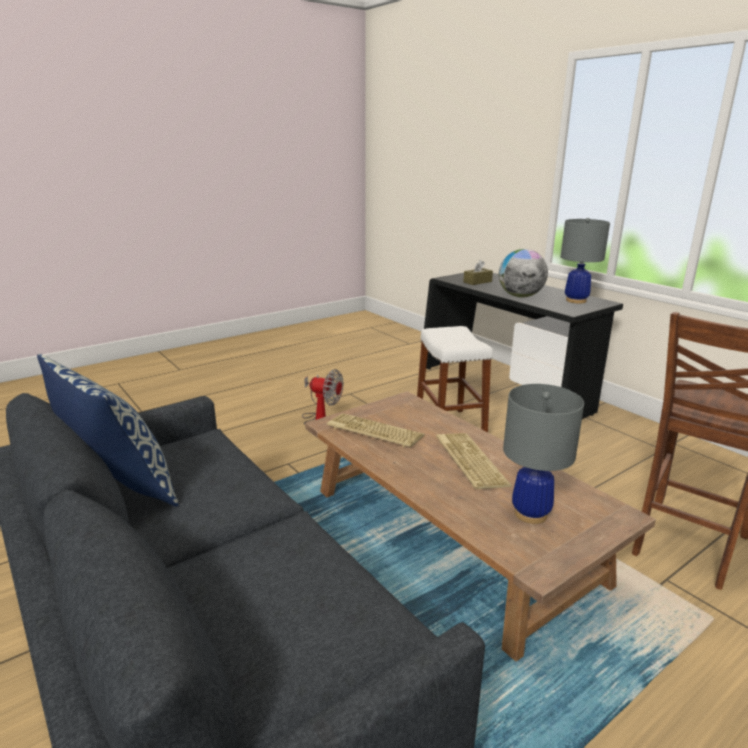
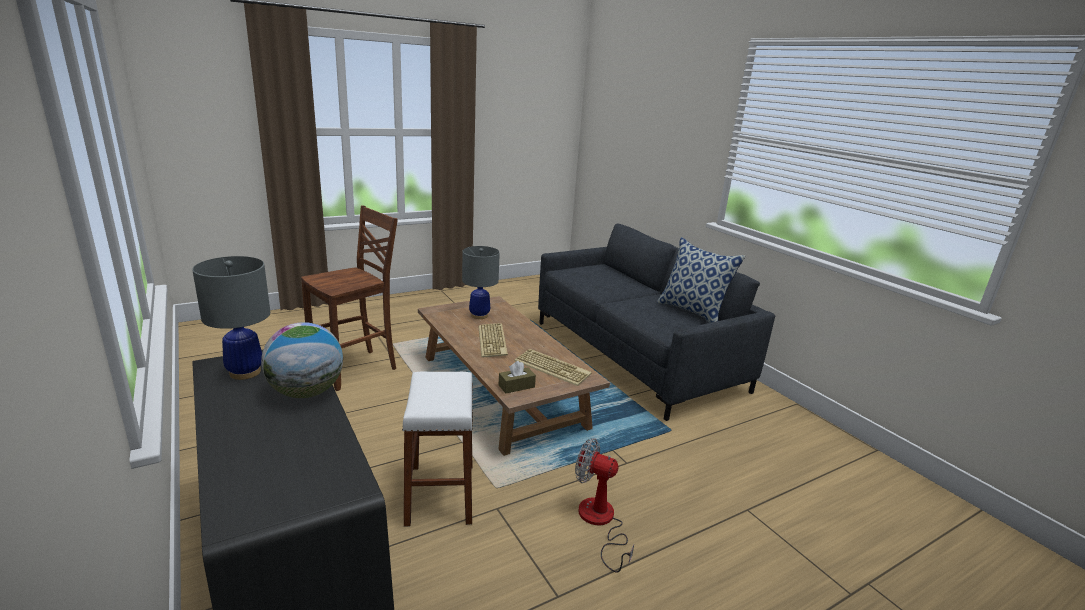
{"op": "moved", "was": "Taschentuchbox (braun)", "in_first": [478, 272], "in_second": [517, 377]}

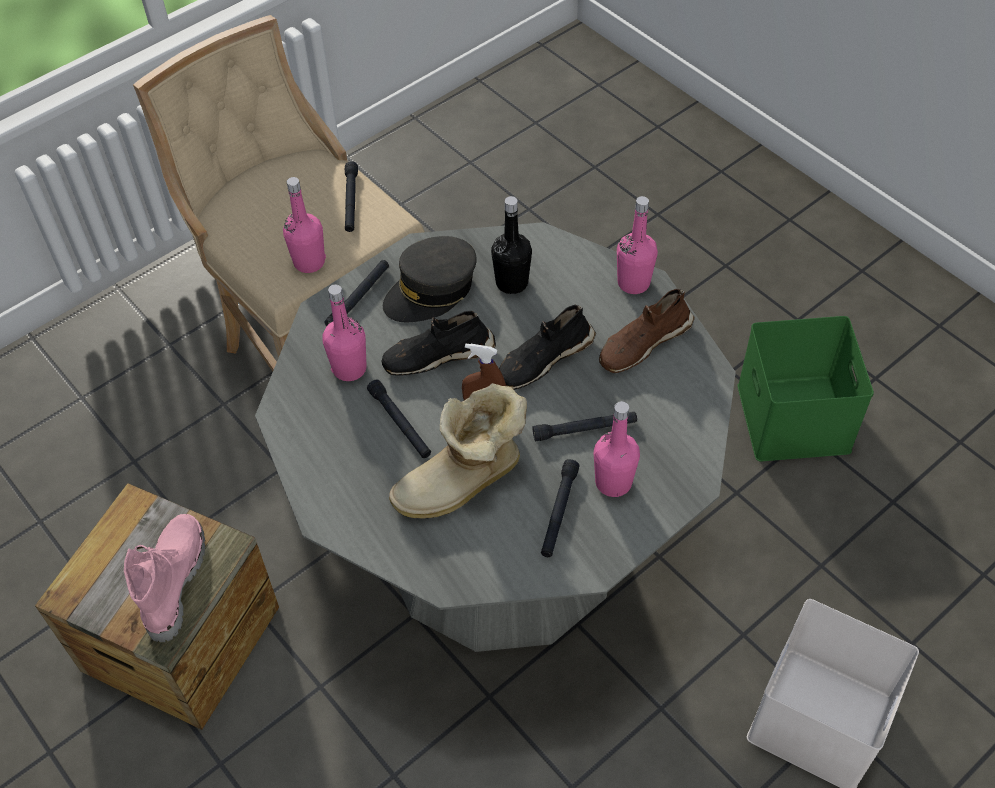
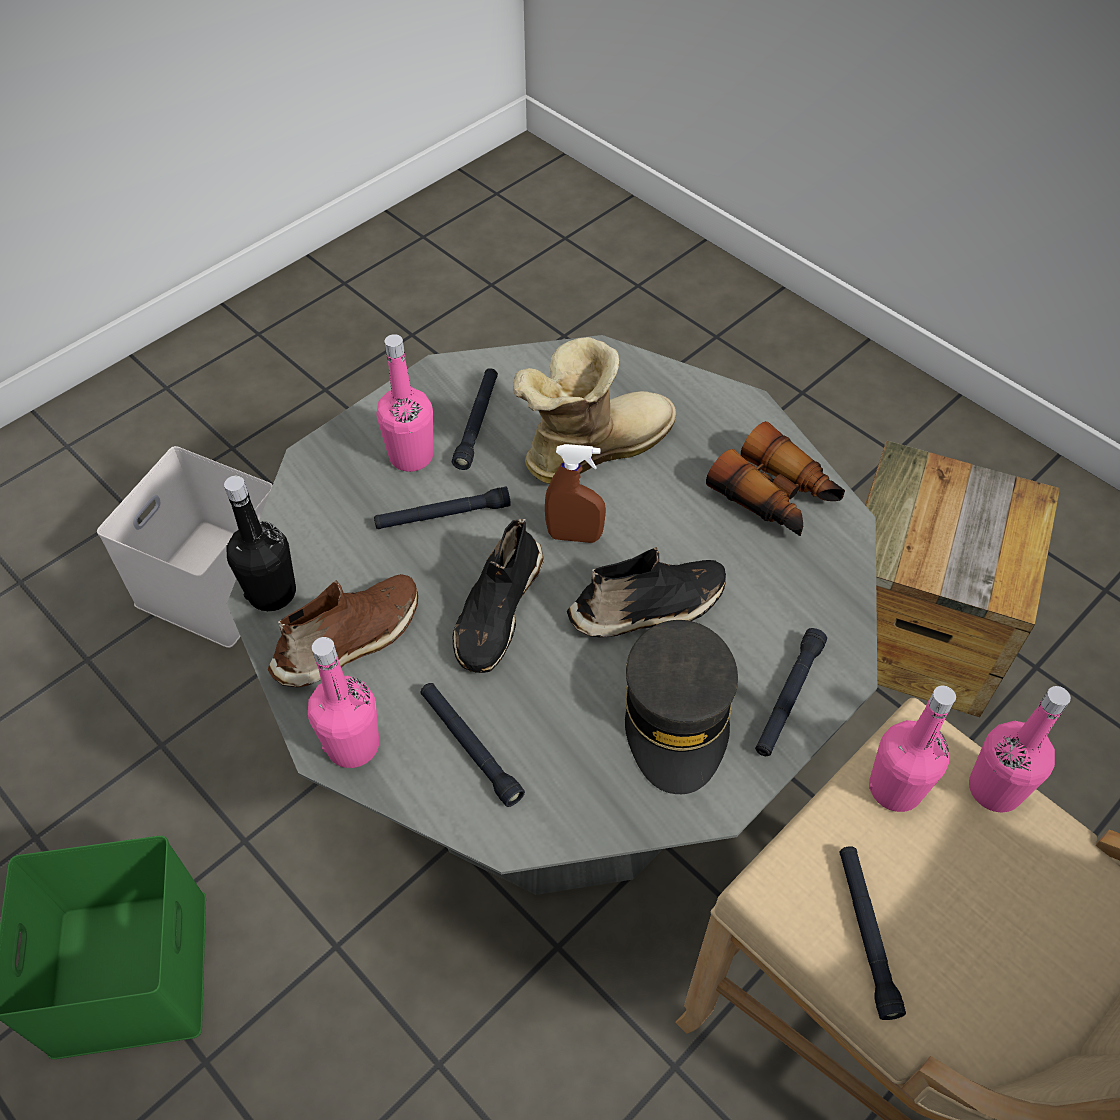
{"op": "removed", "was": "Stiefel (rosa)", "in_first": [164, 578]}
{"op": "added", "now": "Fernglas", "in_second": [775, 478]}
{"op": "moved", "was": "Flasche (rosa)", "in_first": [344, 332], "in_second": [1020, 749]}
{"op": "moved", "was": "Taschenlampe (schwarz)", "in_first": [399, 418], "in_second": [473, 745]}
{"op": "moved", "was": "Flasche (schwarz)", "in_first": [511, 245], "in_second": [260, 543]}
{"op": "turned", "was": "Kappe (grau)", "in_first": [430, 279], "in_second": [681, 707], "clockwise": 135}
{"op": "turned", "was": "Schuh (schwarz)", "in_first": [547, 347], "in_second": [498, 596], "clockwise": 150}

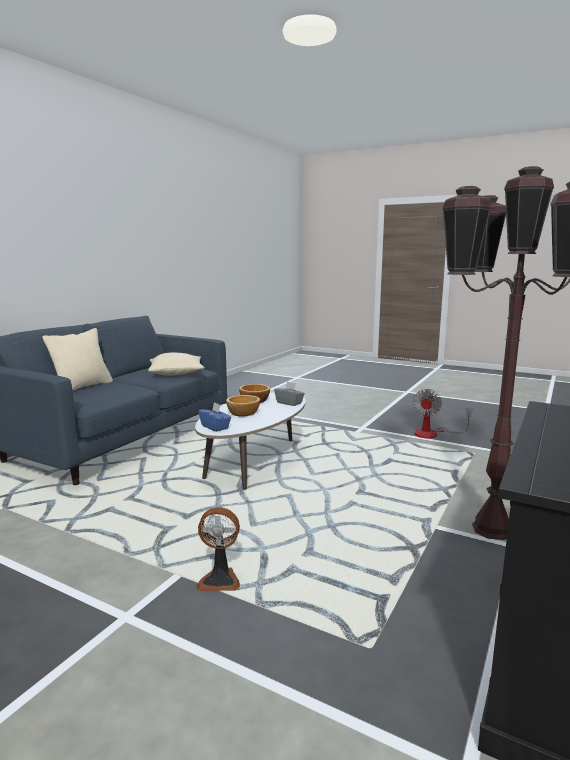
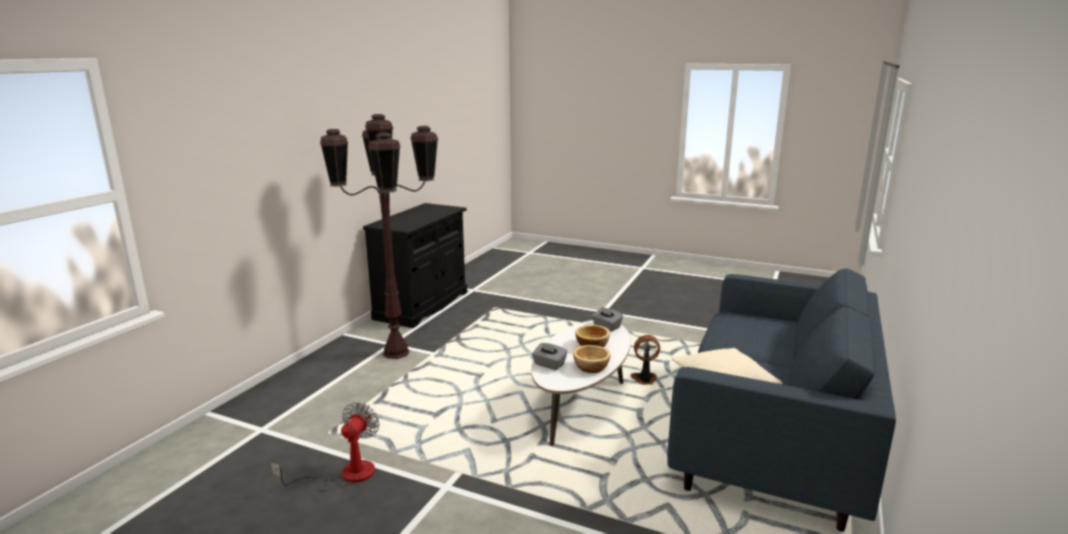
{"op": "removed", "was": "Kissen (beige)", "in_first": [78, 359]}
{"op": "moved", "was": "Ventilator", "in_first": [218, 549], "in_second": [645, 360]}
{"op": "recoloured", "was": "Taschentuchbox (blau)", "now": "Taschentuchbox (grau)", "in_first": [214, 417], "in_second": [607, 319]}

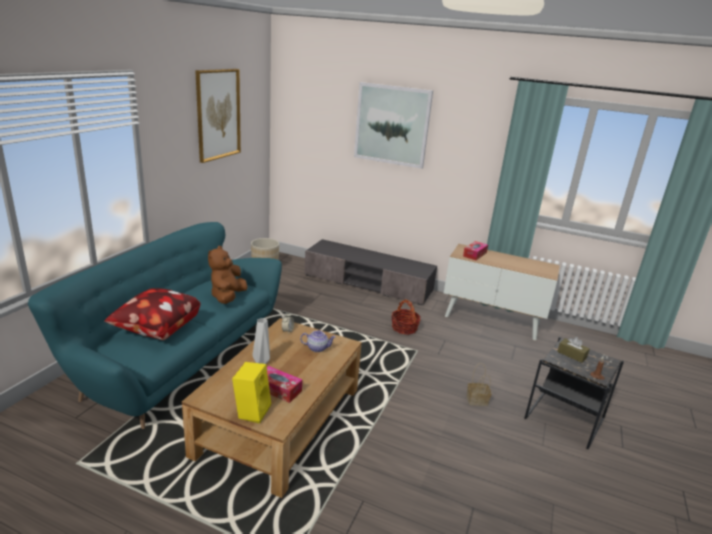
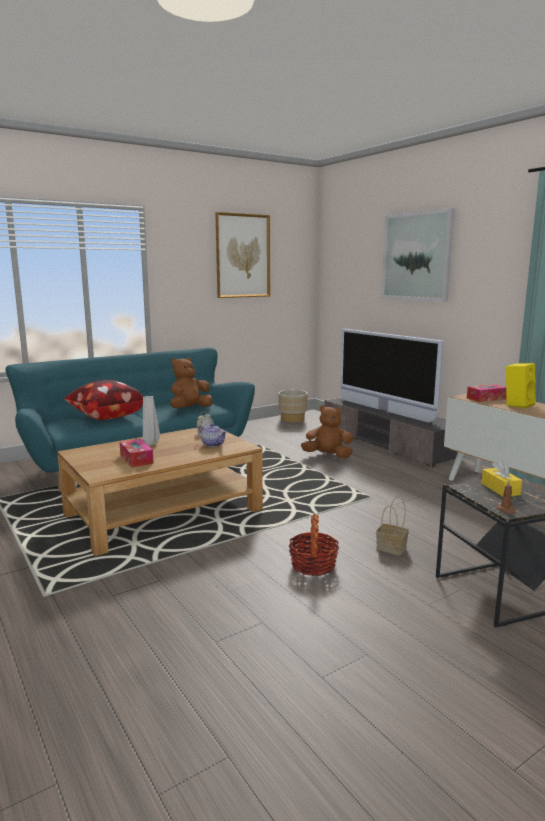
{"op": "added", "now": "Plüschtier (braun)", "in_second": [327, 431]}
{"op": "added", "now": "Fernseher", "in_second": [391, 376]}
{"op": "moved", "was": "Lautsprecher (gelb)", "in_first": [251, 393], "in_second": [521, 386]}
{"op": "moved", "was": "Korb", "in_first": [406, 317], "in_second": [314, 545]}
{"op": "recoloured", "was": "Taschentuchbox (braun)", "now": "Taschentuchbox (gelb)", "in_first": [573, 350], "in_second": [501, 478]}

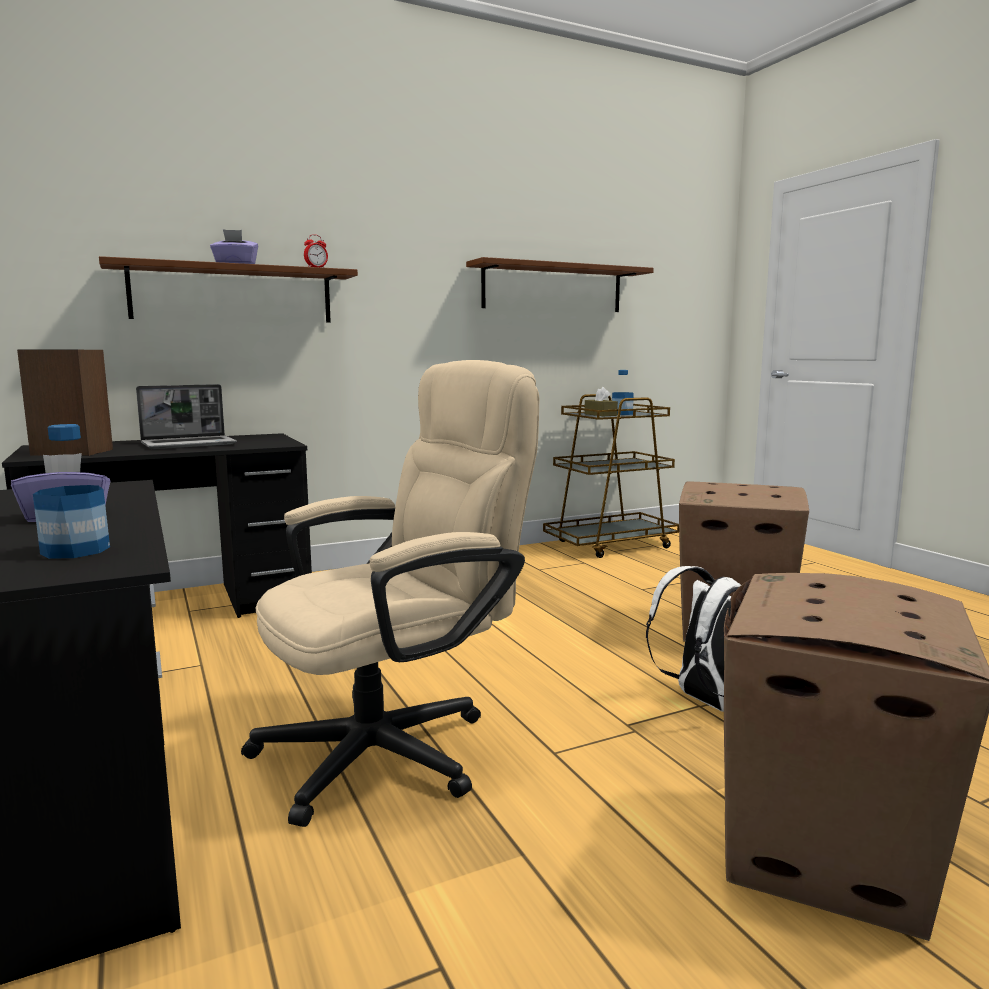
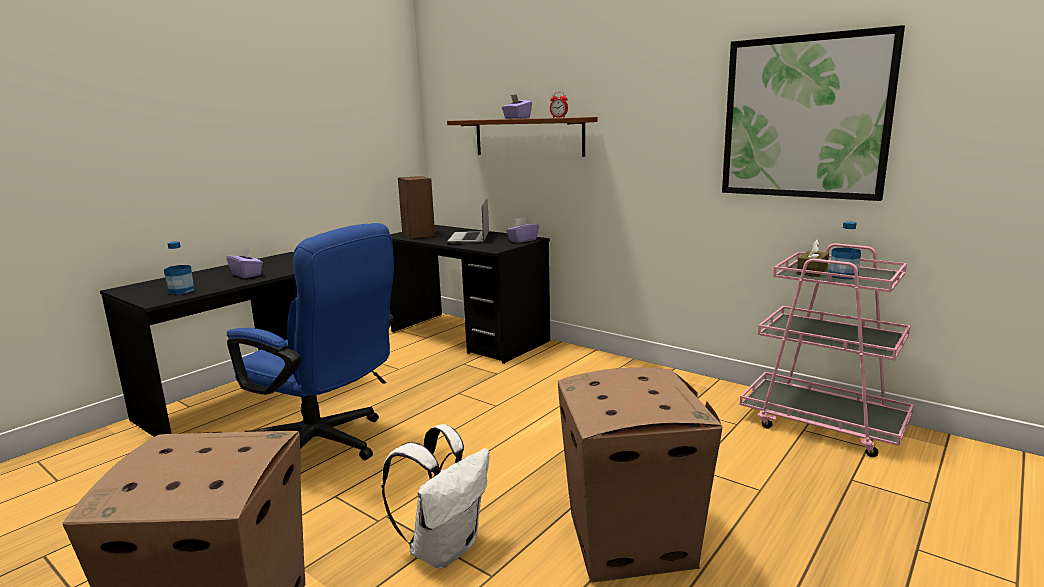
{"op": "added", "now": "Taschentuchbox (lila)", "in_second": [522, 230]}
{"op": "replaced", "was": "Wandregal (braun)", "now": "Bild", "in_first": [560, 284], "in_second": [813, 113]}
{"op": "recoloured", "was": "Bürostuhl (beige)", "now": "Bürostuhl (blau)", "in_first": [390, 593], "in_second": [310, 341]}
{"op": "recoloured", "was": "Rollwagen (braun)", "now": "Rollwagen (rosa)", "in_first": [611, 476], "in_second": [827, 350]}
{"op": "turned", "was": "Laptop", "in_first": [186, 416], "in_second": [468, 221], "clockwise": 60}

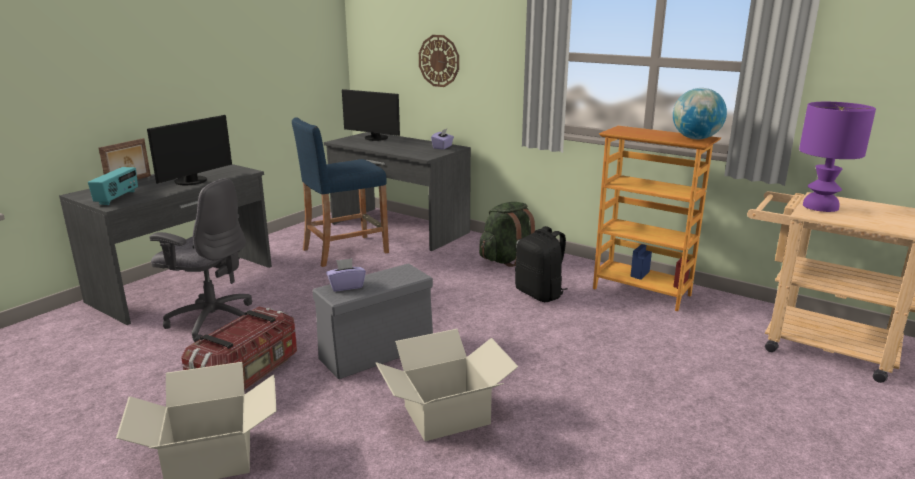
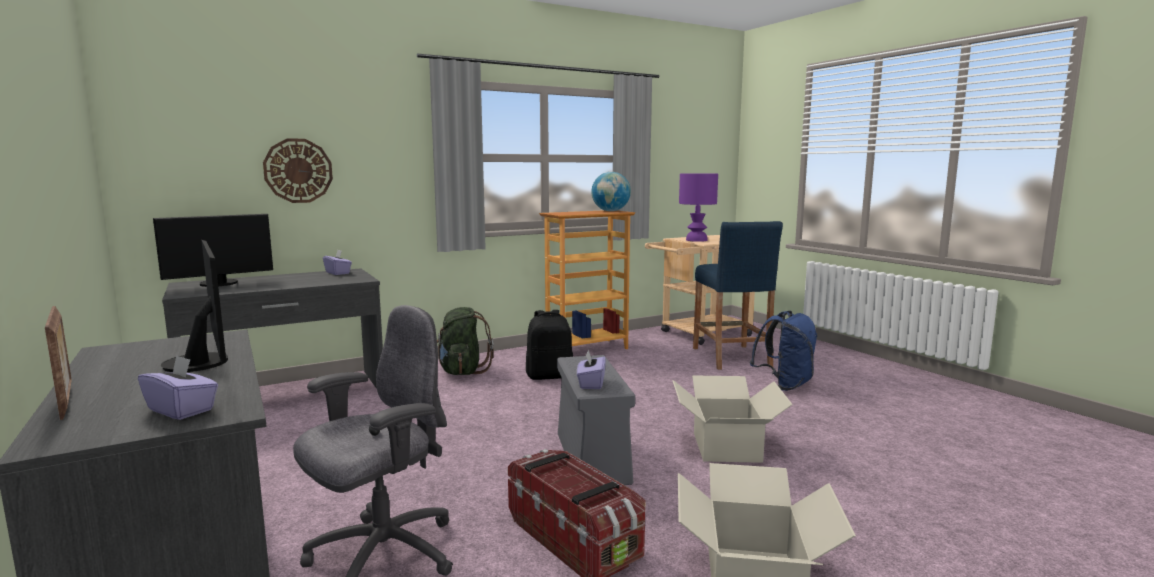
{"op": "added", "now": "Rucksack (blau)", "in_second": [783, 350]}
{"op": "moved", "was": "Hocker (blau)", "in_first": [340, 192], "in_second": [738, 295]}
{"op": "replaced", "was": "Radio", "now": "Taschentuchbox (lila)", "in_first": [113, 186], "in_second": [178, 387]}

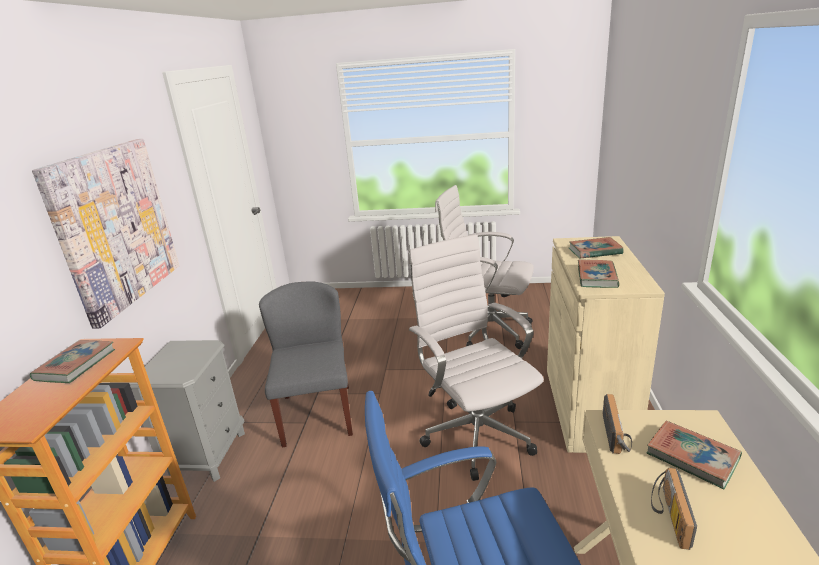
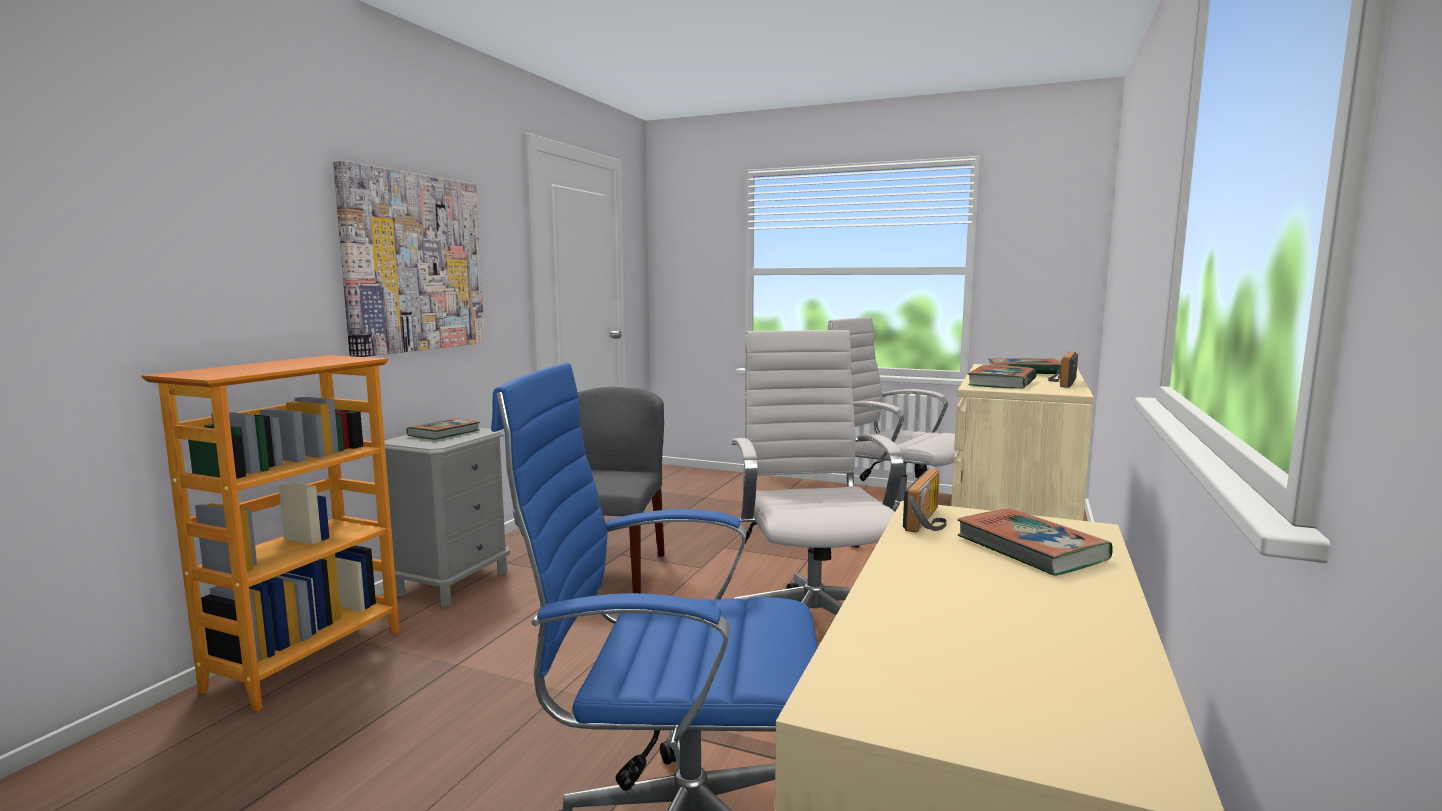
{"op": "moved", "was": "Buch", "in_first": [72, 361], "in_second": [443, 429]}
{"op": "moved", "was": "Radio", "in_first": [674, 509], "in_second": [1063, 370]}

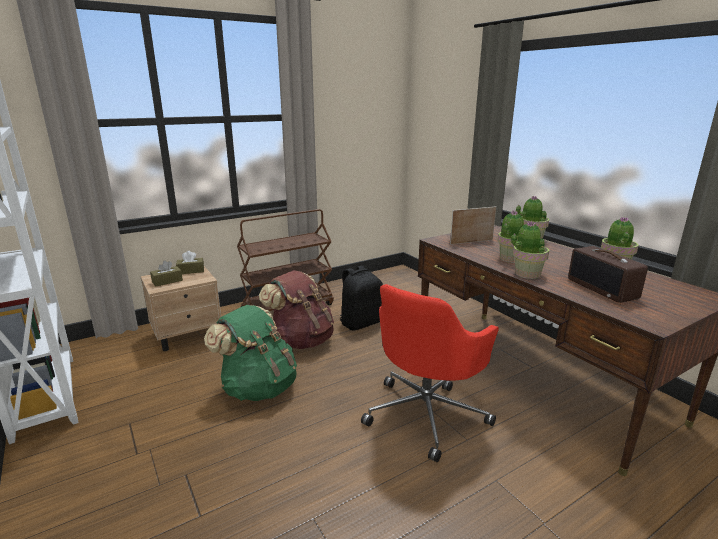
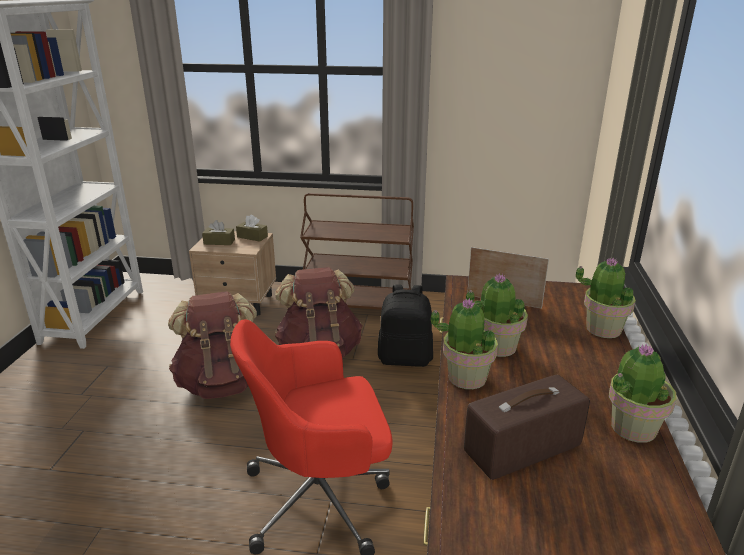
{"op": "recoloured", "was": "Rucksack (grün)", "now": "Rucksack (braun)", "in_first": [250, 353], "in_second": [212, 345]}
{"op": "turned", "was": "Radio", "in_first": [608, 274], "in_second": [527, 427], "clockwise": 45}

